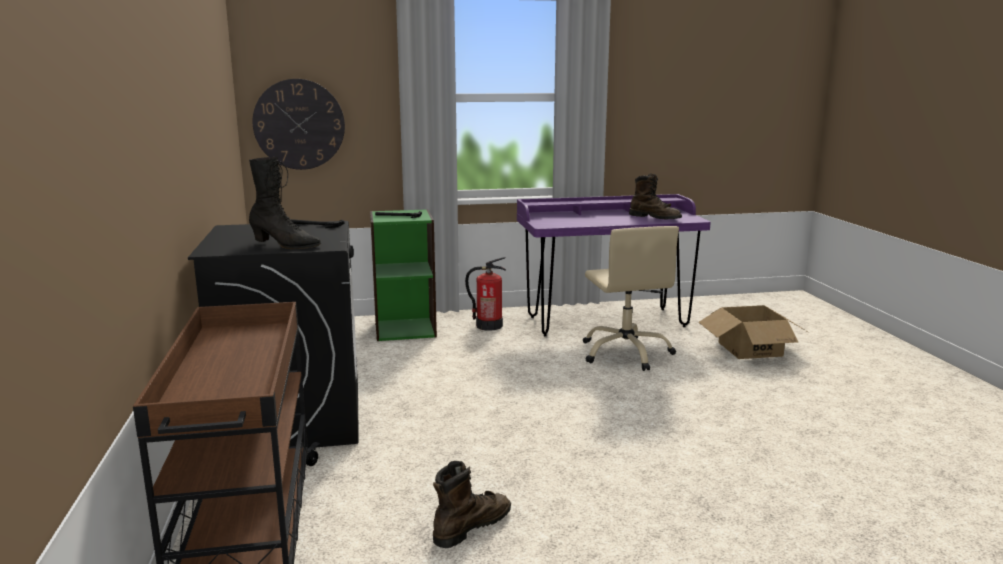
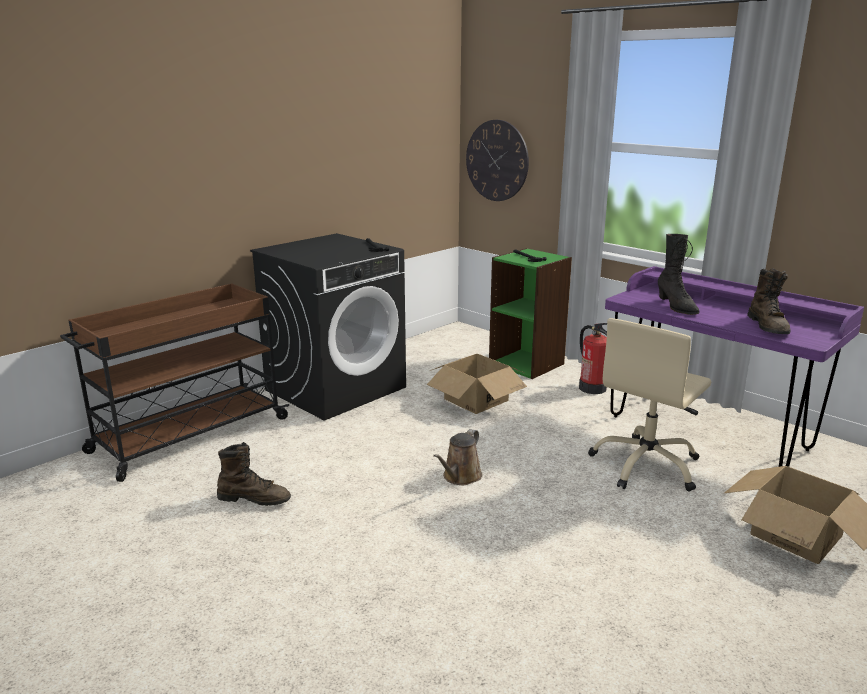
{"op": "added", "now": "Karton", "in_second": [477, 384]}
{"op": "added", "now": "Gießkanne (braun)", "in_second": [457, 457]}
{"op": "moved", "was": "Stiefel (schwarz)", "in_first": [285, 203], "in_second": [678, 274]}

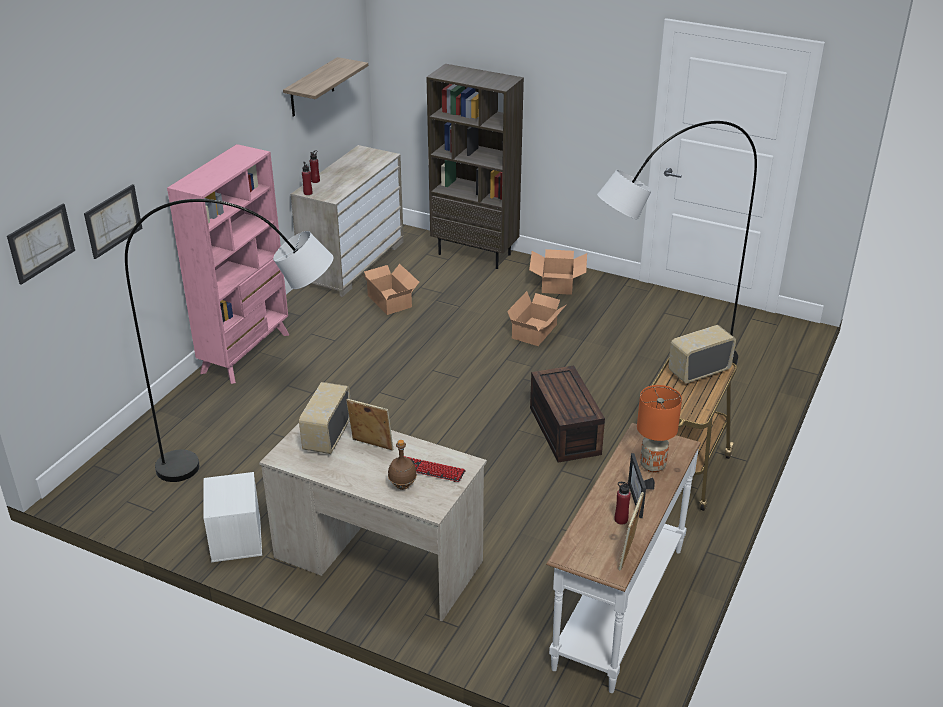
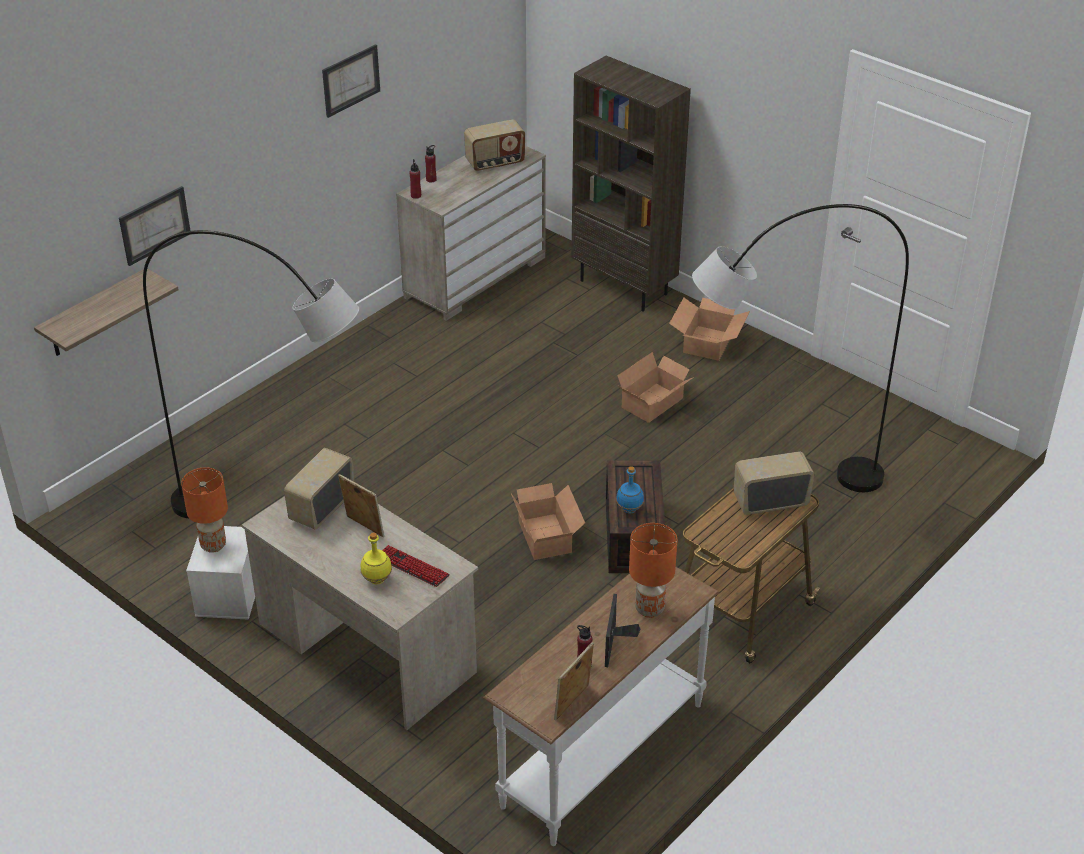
{"op": "removed", "was": "Bücherregal (rosa)", "in_first": [228, 264]}
{"op": "added", "now": "Tischlampe (orange)", "in_second": [204, 510]}
{"op": "added", "now": "Radio", "in_second": [494, 145]}
{"op": "added", "now": "Flasche (blau)", "in_second": [630, 489]}
{"op": "moved", "was": "Bild", "in_first": [41, 244], "in_second": [351, 81]}
{"op": "moved", "was": "Wandregal", "in_first": [325, 87], "in_second": [106, 312]}
{"op": "moved", "was": "Karton", "in_first": [390, 289], "in_second": [548, 521]}
{"op": "recoloured", "was": "Flasche (braun)", "now": "Flasche (gelb)", "in_first": [402, 465], "in_second": [376, 558]}

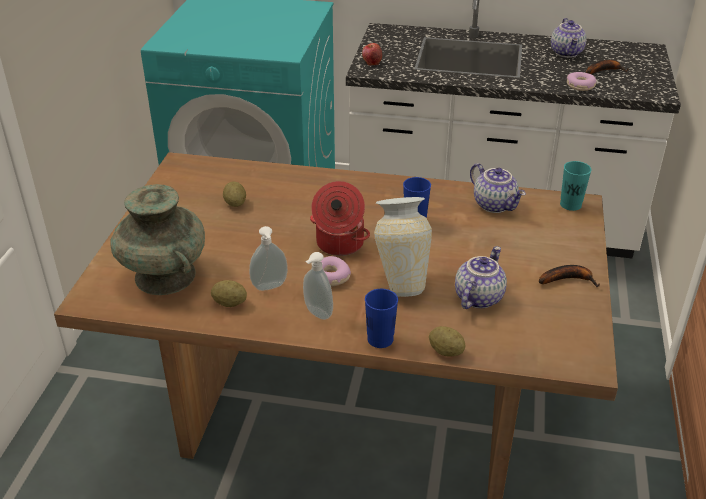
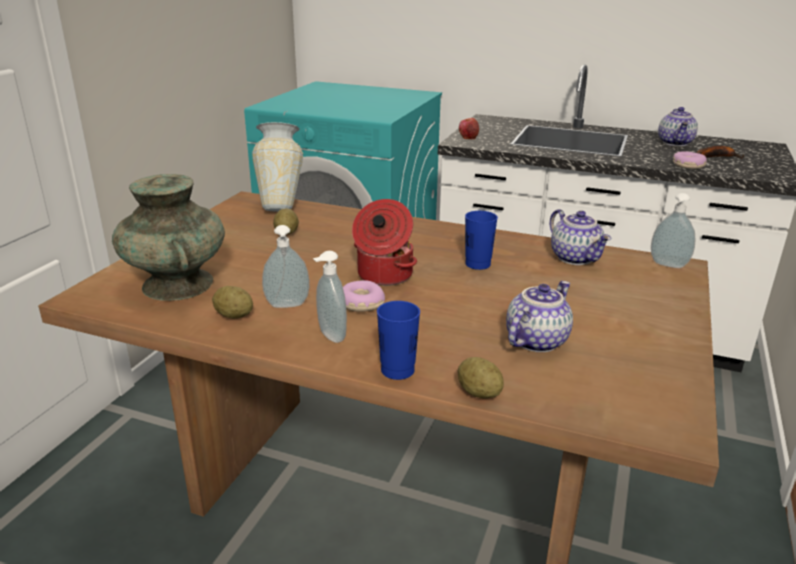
{"op": "removed", "was": "Banane", "in_first": [569, 276]}
{"op": "moved", "was": "Vase", "in_first": [403, 247], "in_second": [277, 167]}
{"op": "replaced", "was": "Tasse (türkis)", "now": "Seifenspender", "in_first": [576, 186], "in_second": [673, 230]}

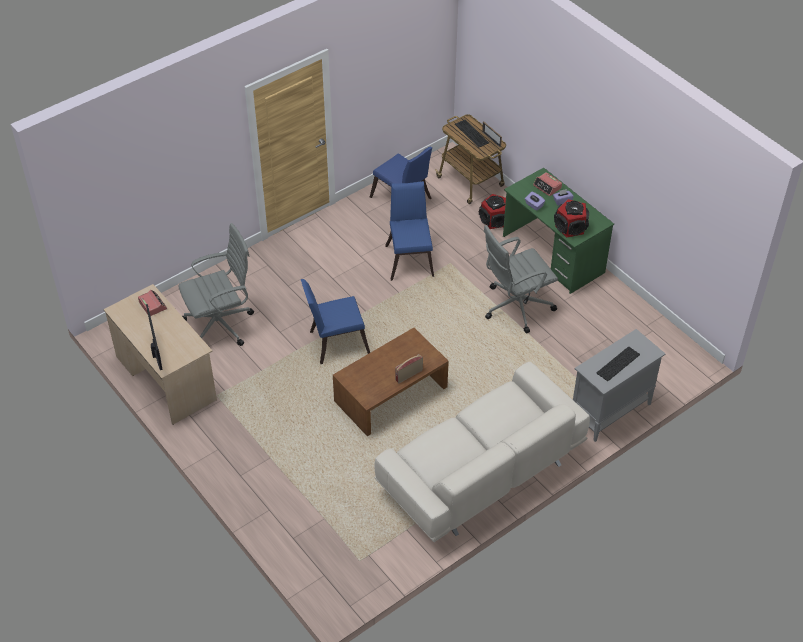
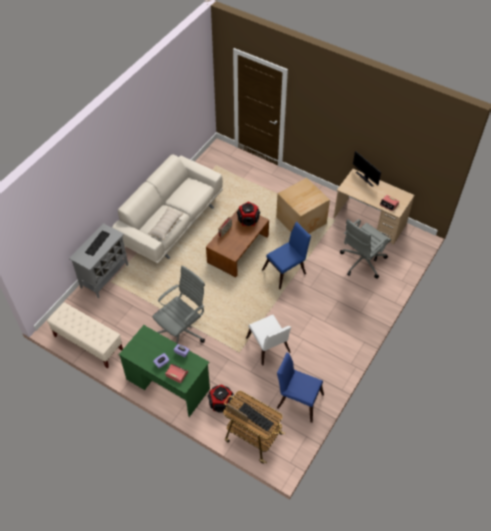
{"op": "added", "now": "Bank (beige)", "in_second": [85, 335]}
{"op": "added", "now": "Kissen (beige)", "in_second": [166, 224]}
{"op": "added", "now": "Karton", "in_second": [303, 206]}
{"op": "moved", "was": "Lautsprecher", "in_first": [571, 218], "in_second": [248, 213]}
{"op": "recoloured", "was": "Stuhl (blau)", "now": "Stuhl (weiß)", "in_first": [409, 231], "in_second": [268, 340]}

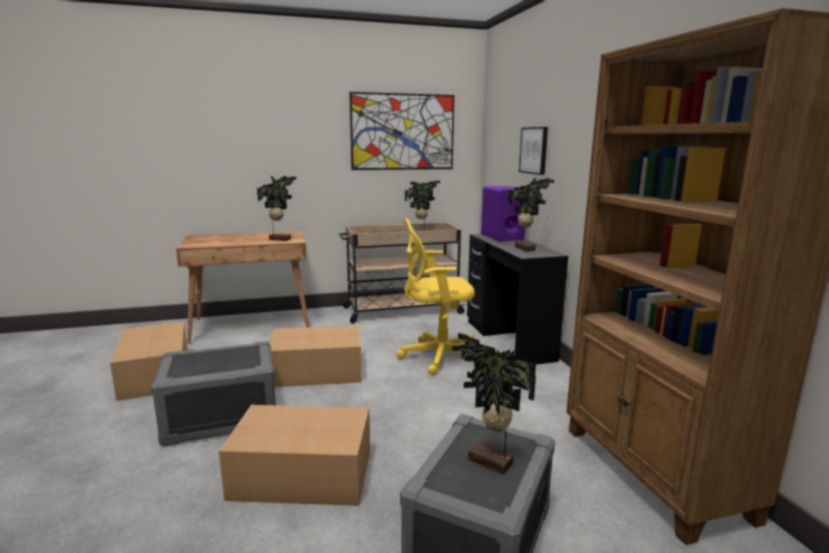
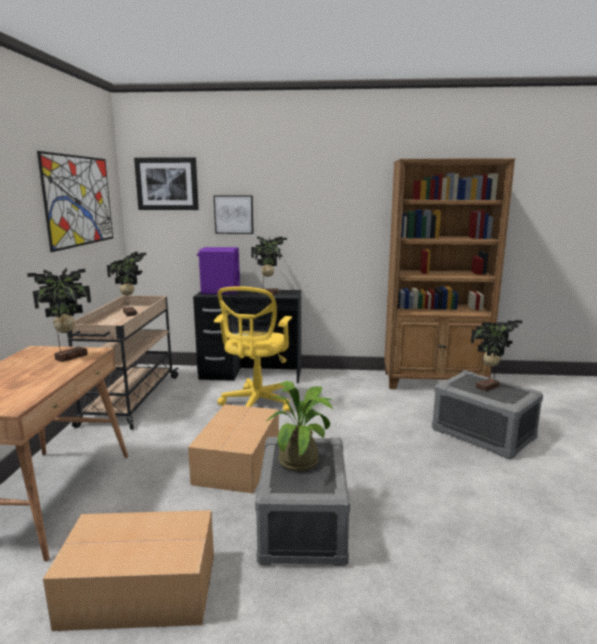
{"op": "removed", "was": "Karton", "in_first": [294, 455]}
{"op": "added", "now": "Bild", "in_second": [166, 183]}
{"op": "added", "now": "Topfpflanze", "in_second": [299, 426]}

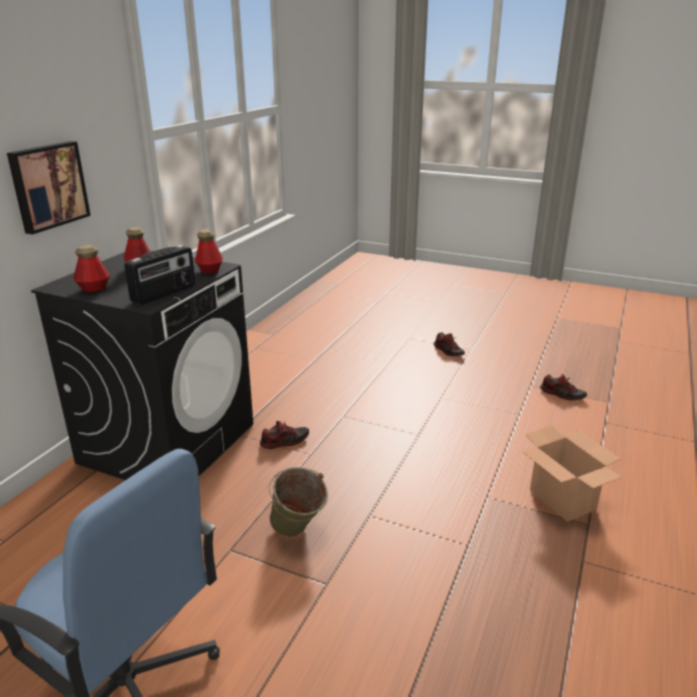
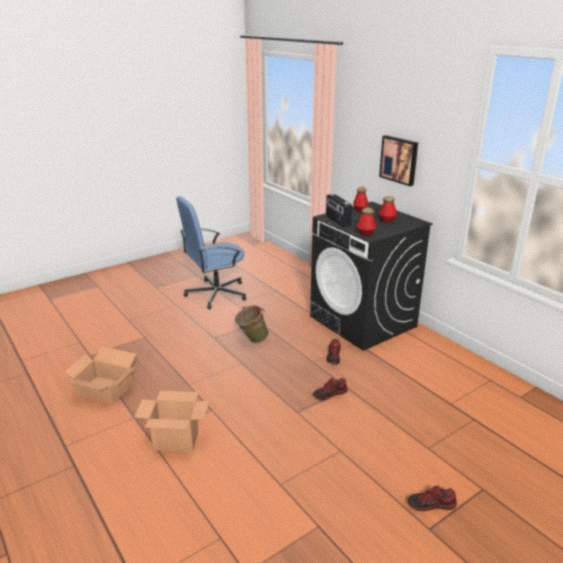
{"op": "added", "now": "Karton", "in_second": [99, 375]}
{"op": "moved", "was": "Schuh", "in_first": [563, 387], "in_second": [330, 389]}

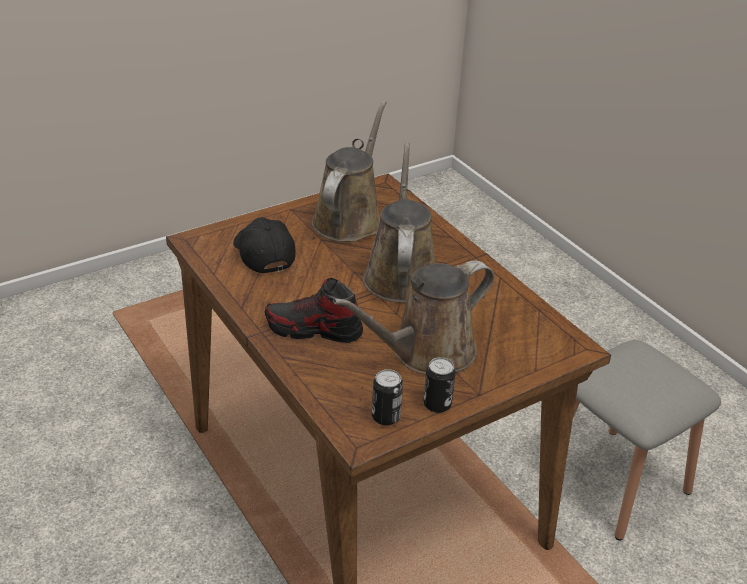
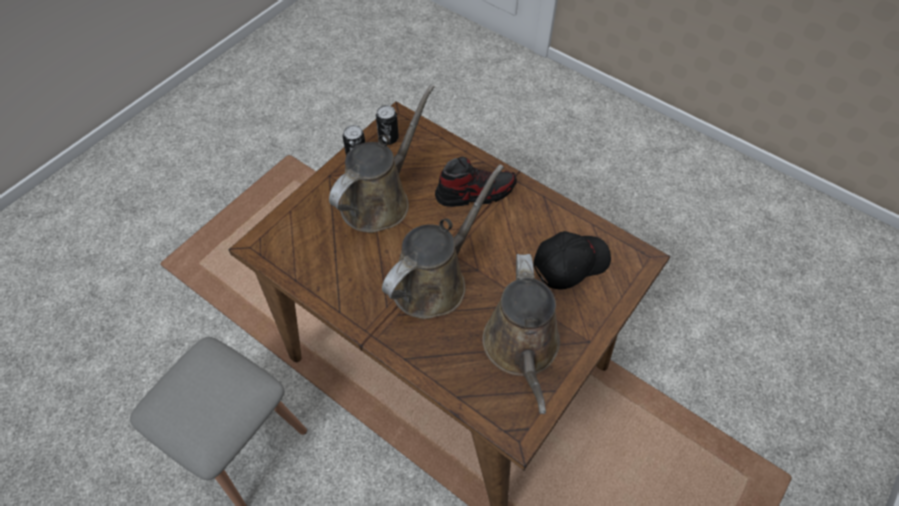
{"op": "turned", "was": "Kappe (schwarz)", "in_first": [264, 245], "in_second": [572, 260], "clockwise": -75}
{"op": "turned", "was": "Gießkanne (braun)", "in_first": [399, 222], "in_second": [443, 241], "clockwise": -120}

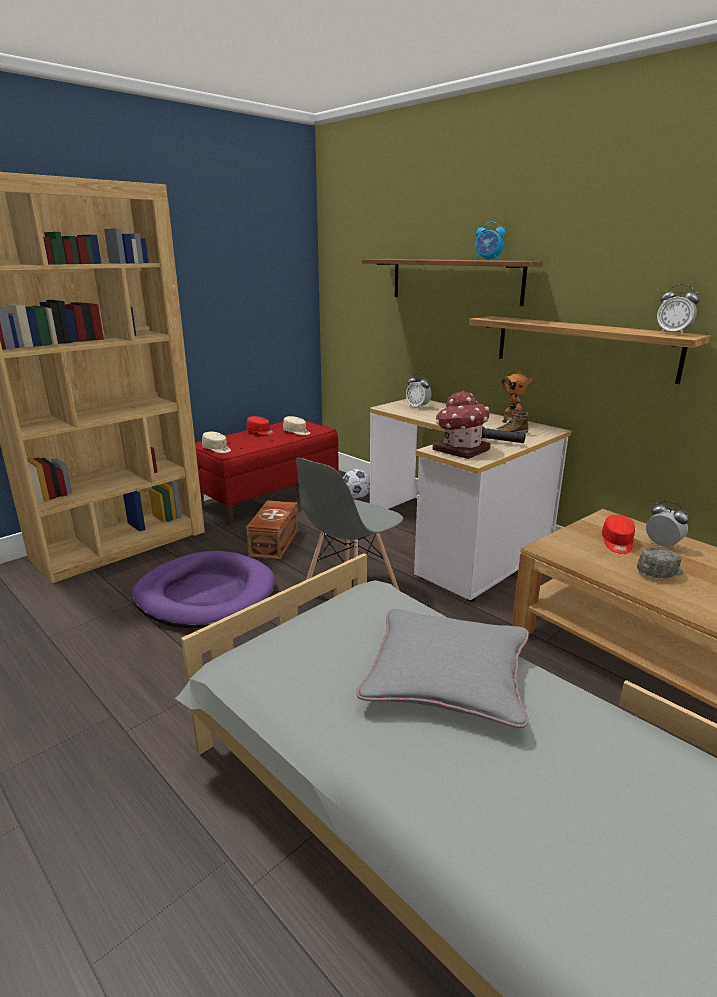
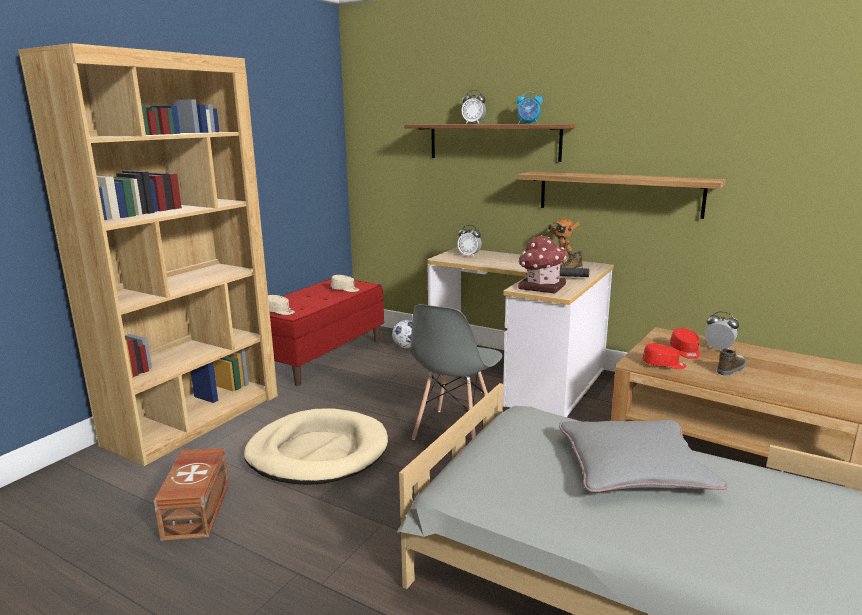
{"op": "moved", "was": "Kappe (rot)", "in_first": [260, 425], "in_second": [665, 356]}
{"op": "moved", "was": "Aufbewahrungsbox (braun)", "in_first": [272, 530], "in_second": [191, 494]}
{"op": "moved", "was": "Wecker", "in_first": [678, 309], "in_second": [474, 107]}
{"op": "replaced", "was": "Kappe (grau)", "now": "Schuh", "in_first": [660, 563], "in_second": [731, 361]}
{"op": "recoloured", "was": "Hundebett (lila)", "now": "Hundebett (beige)", "in_first": [203, 589], "in_second": [316, 447]}

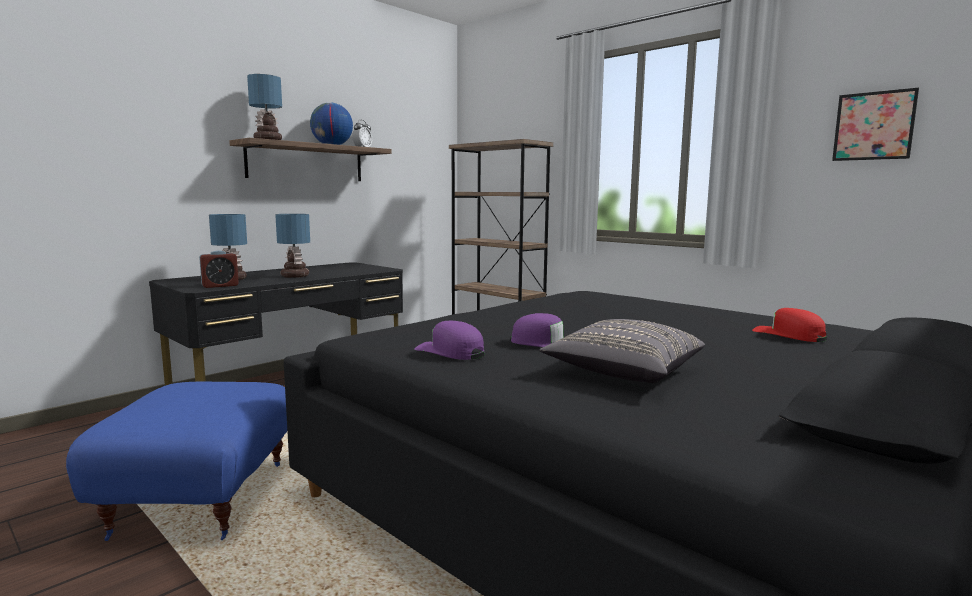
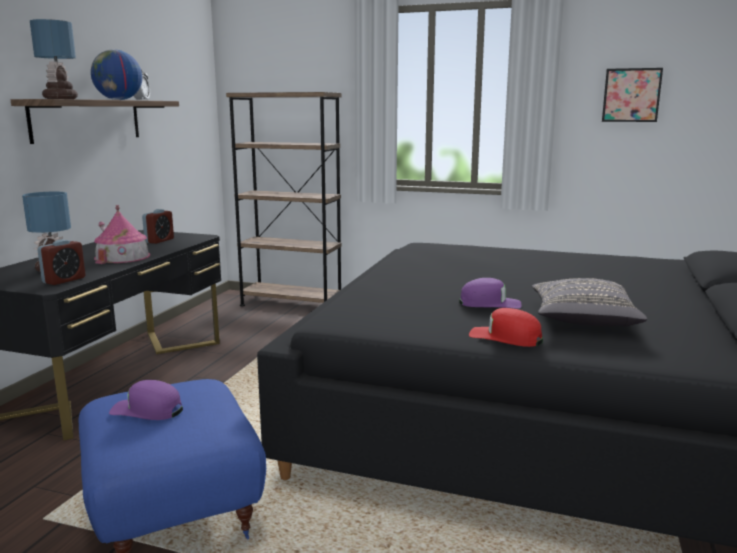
{"op": "added", "now": "Wecker", "in_second": [158, 226]}
{"op": "moved", "was": "Kappe (lila)", "in_first": [450, 340], "in_second": [146, 400]}
{"op": "moved", "was": "Kappe (rot)", "in_first": [789, 325], "in_second": [506, 327]}
{"op": "replaced", "was": "Tischlampe", "now": "Spielzeughaus", "in_first": [292, 246], "in_second": [122, 234]}

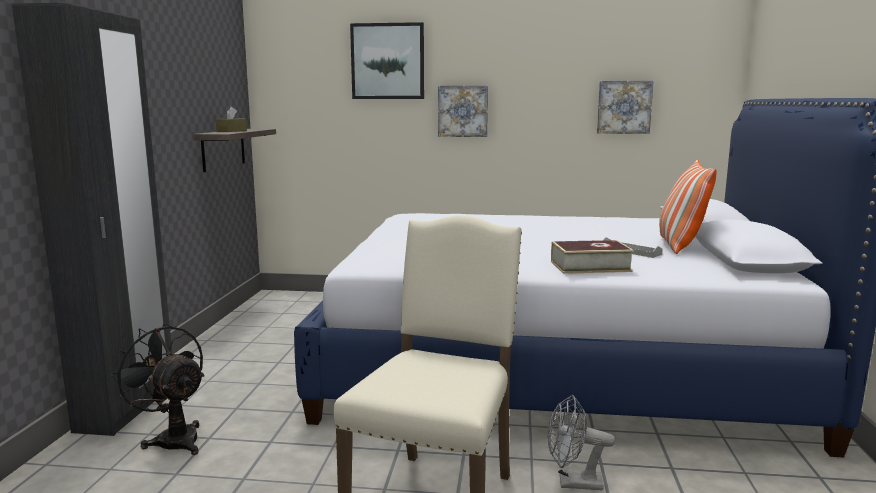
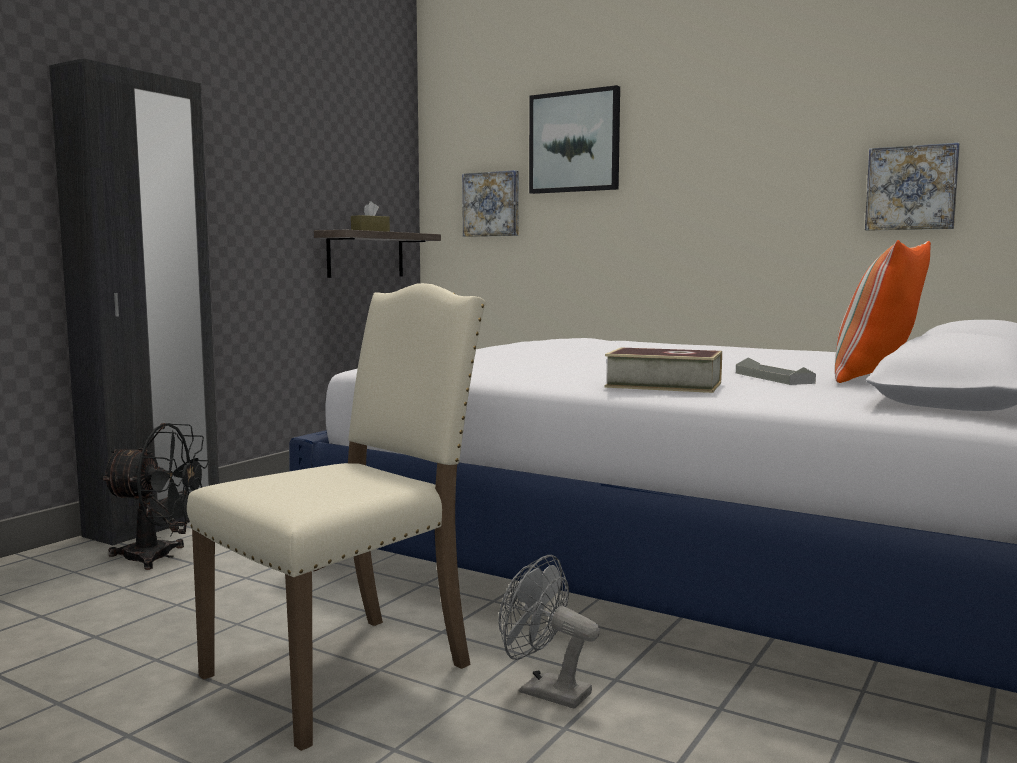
{"op": "moved", "was": "Bild", "in_first": [463, 111], "in_second": [490, 203]}
{"op": "turned", "was": "Ventilator (schwarz)", "in_first": [157, 389], "in_second": [155, 496], "clockwise": 120}

